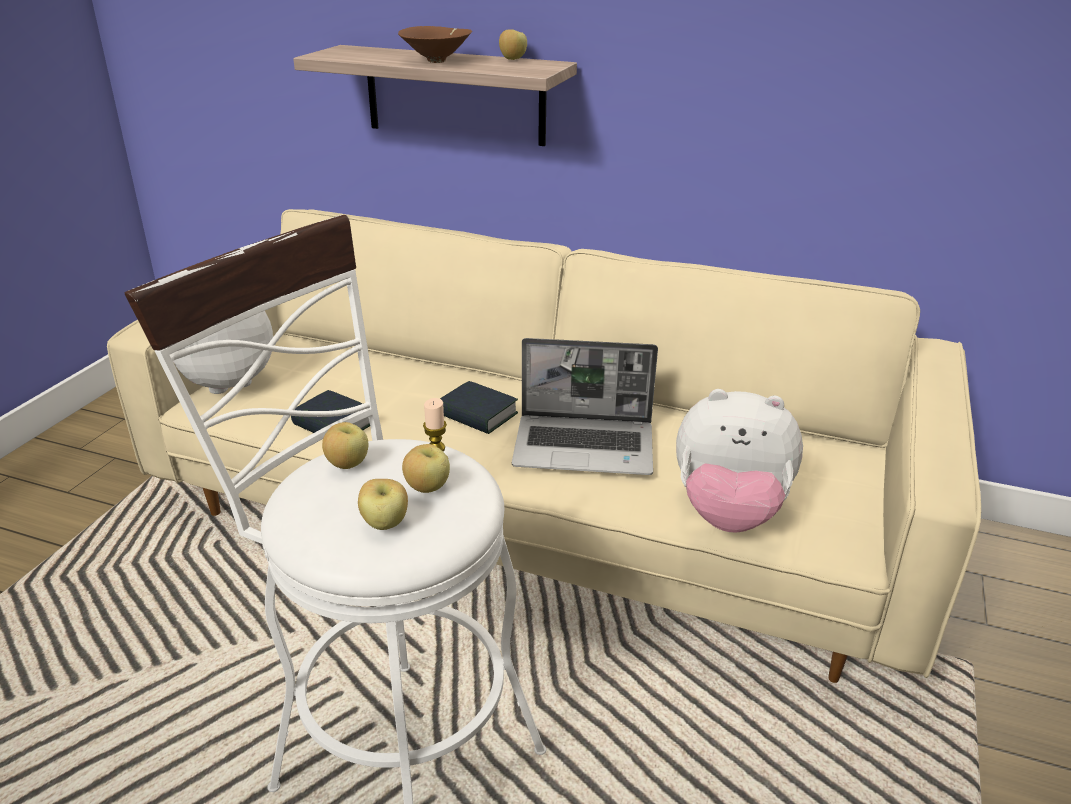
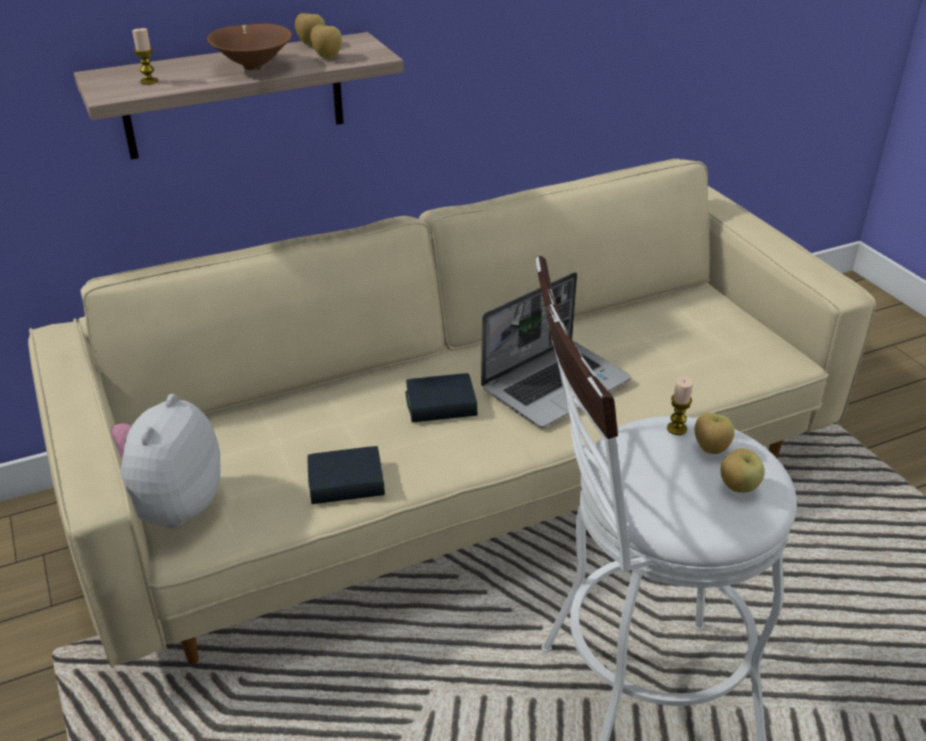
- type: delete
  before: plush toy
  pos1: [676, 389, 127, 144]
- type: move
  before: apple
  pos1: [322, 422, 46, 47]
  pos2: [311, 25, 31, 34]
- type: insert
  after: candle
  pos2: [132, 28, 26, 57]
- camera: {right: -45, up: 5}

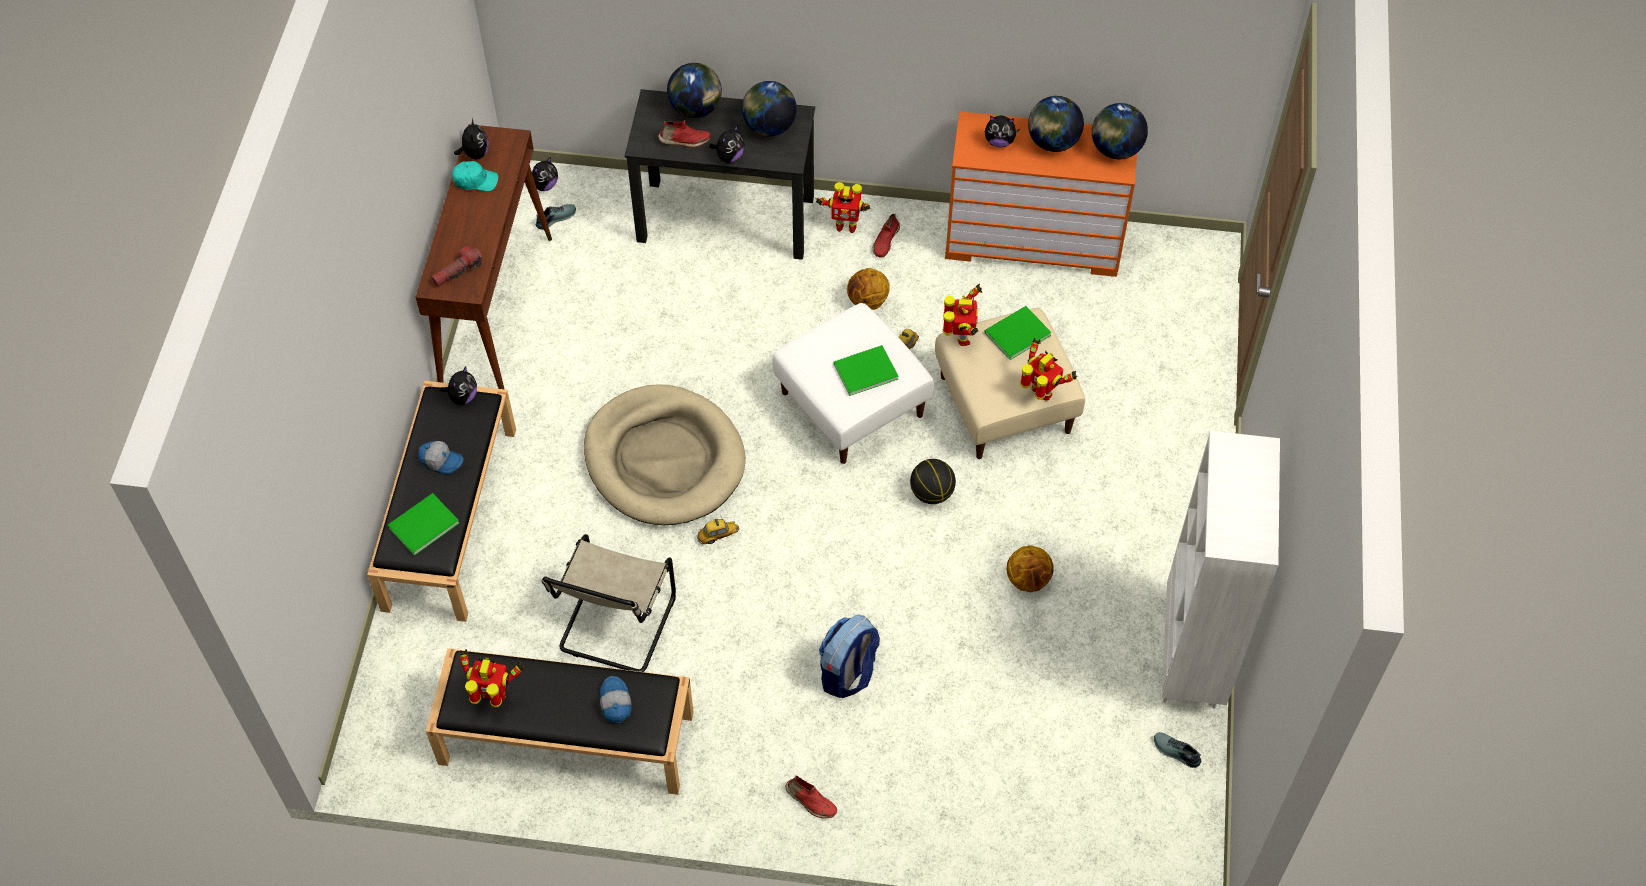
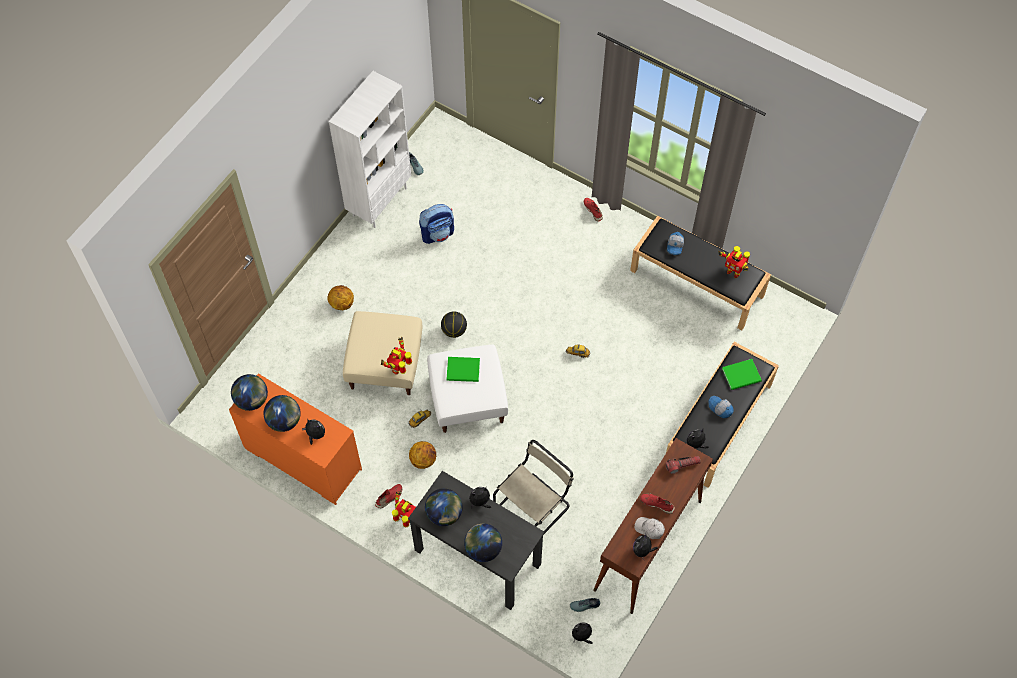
- type: move
  before: shoe/red
  pos1: [658, 120, 52, 28]
  pos2: [640, 494, 35, 20]
- type: recolor
  before: cap/turquoise
  after: cap/white
  pos1: [452, 161, 46, 30]
  pos2: [634, 517, 31, 22]
- type: delete
  before: book/green
  pos1: [984, 306, 68, 54]
- type: delete
  before: toy robot
  pos1: [1020, 338, 57, 62]
- type: delete
  before: dog bed/beige
  pos1: [584, 384, 162, 141]
- type: move
  before: chair/beige
  pos1: [542, 534, 134, 138]
  pos2: [493, 440, 81, 95]
- type: move
  before: basketball
  pos1: [1007, 545, 47, 47]
  pos2: [327, 285, 27, 25]
- type: move
  before: backpack
  pos1: [819, 615, 61, 83]
  pos2: [419, 204, 35, 40]
- camera: {right: -155, up: 5}

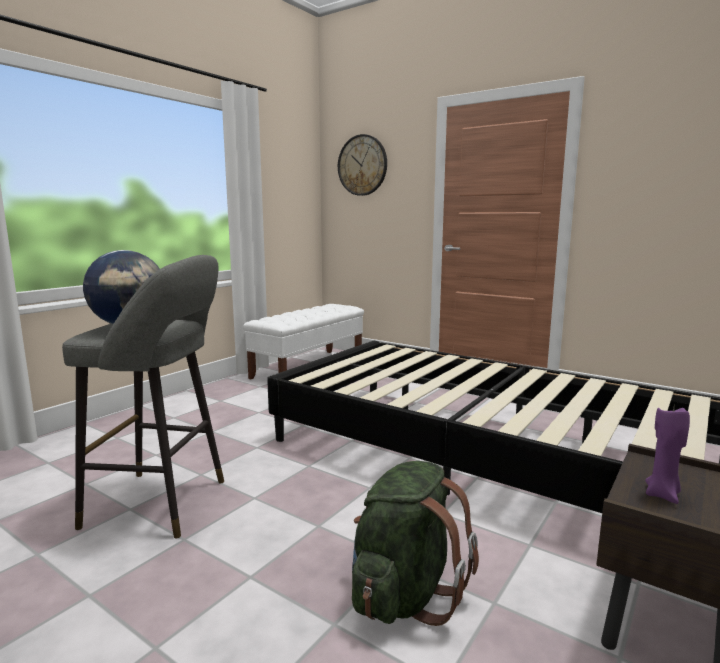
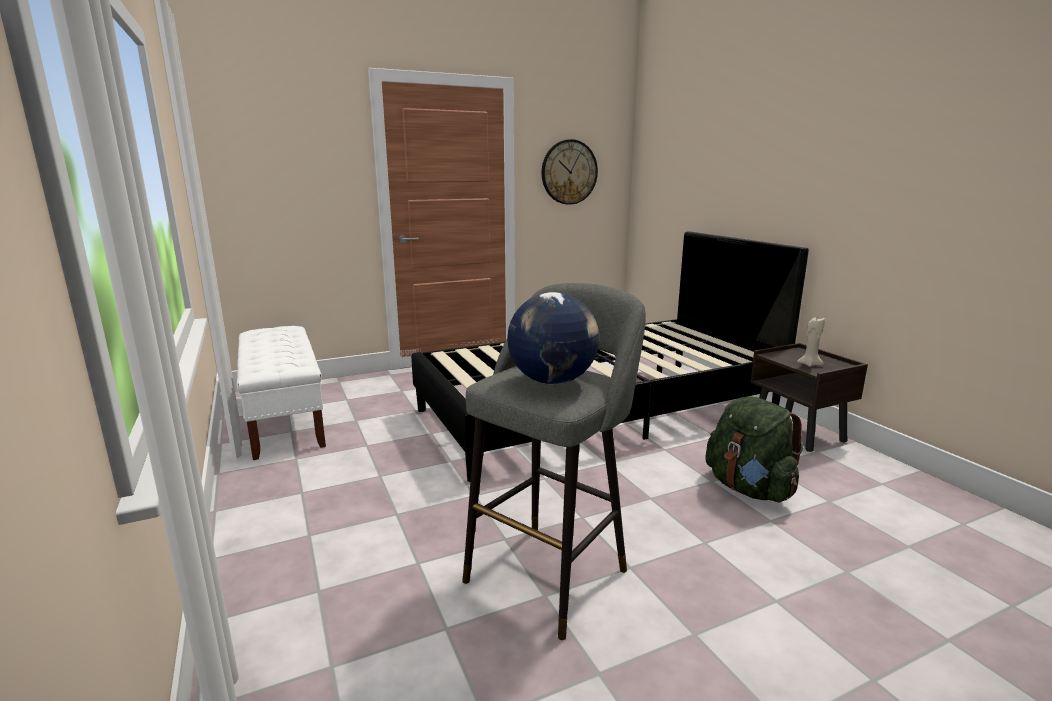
- type: move
  before: wall clock
  pos1: [338, 134, 49, 62]
  pos2: [542, 139, 56, 66]
- type: recolor
  before: candle/purple
  after: candle/beige
  pos1: [645, 403, 45, 101]
  pos2: [797, 318, 28, 49]
- camera: {right: -60, up: 5}

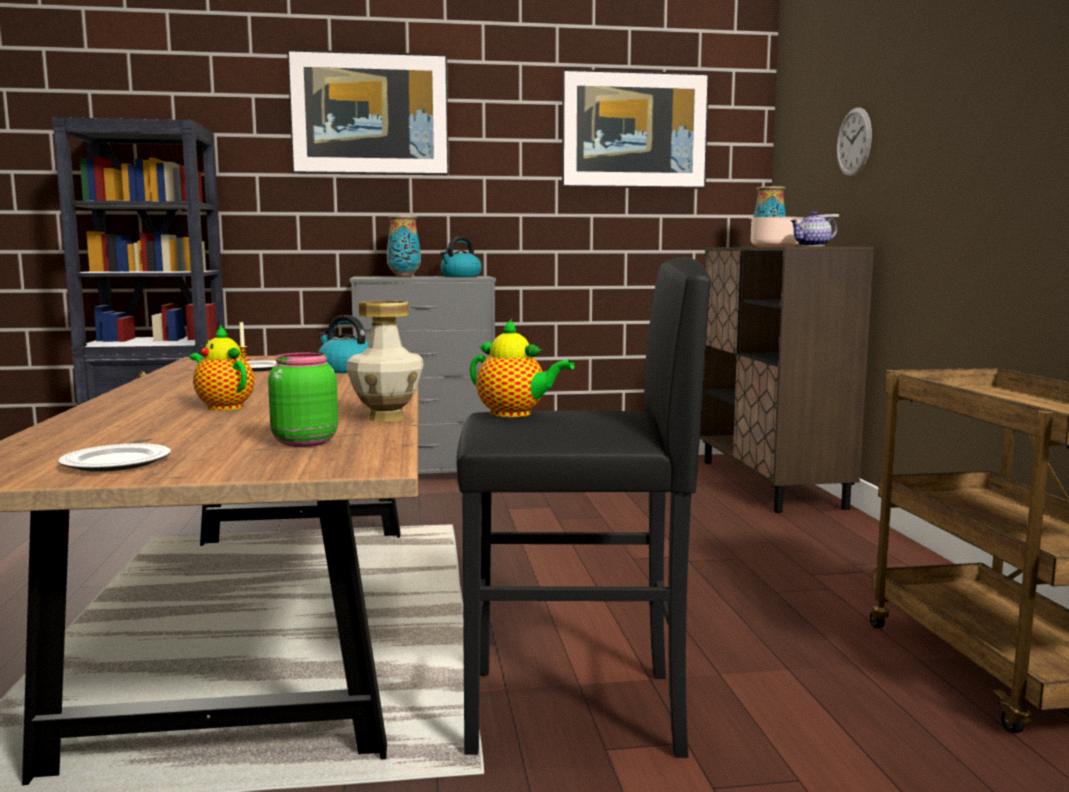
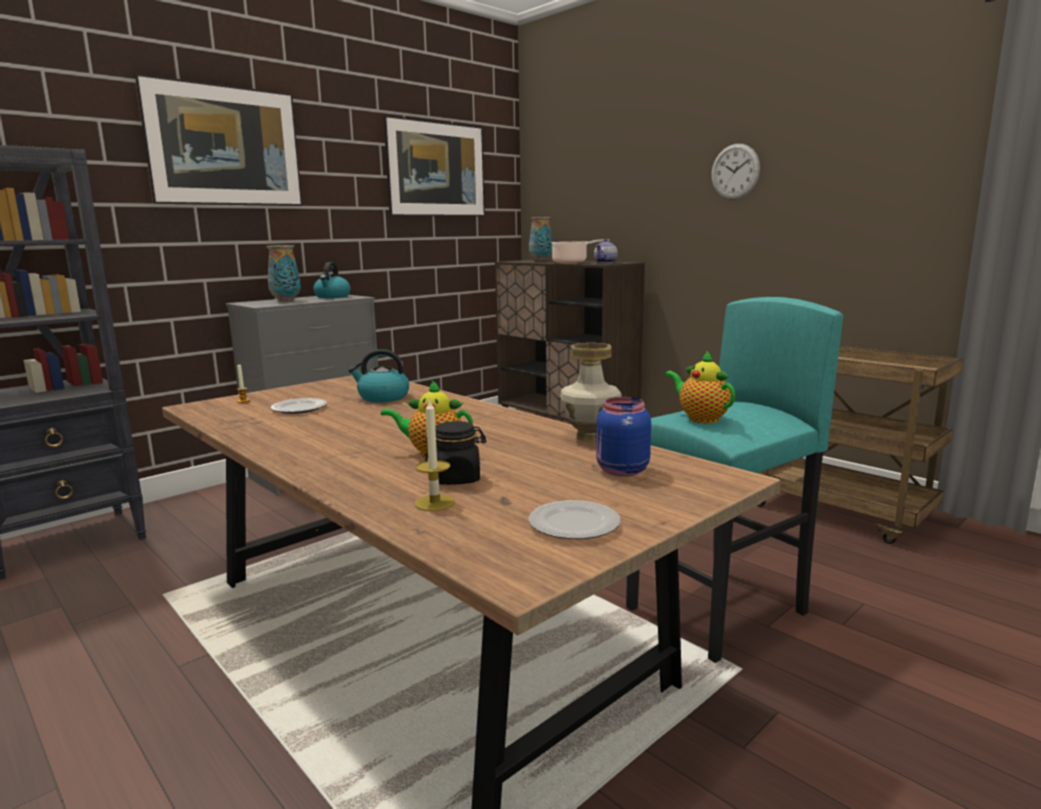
- type: move
  before: wall clock
  pos1: [837, 107, 35, 70]
  pos2: [711, 144, 49, 56]
- type: recolor
  before: stool/black
  after: stool/turquoise
  pos1: [456, 257, 254, 501]
  pos2: [626, 297, 217, 366]
- type: rotate
  before: teapot
  pos1: [470, 319, 105, 98]
  pos2: [665, 351, 70, 72]
  turn: -120
- type: recolor
  before: jar/green
  after: jar/blue
  pos1: [268, 352, 70, 95]
  pos2: [596, 397, 55, 80]
- type: insert
  after: candle
  pos2: [415, 398, 40, 113]
- type: insert
  after: jar/black
  pos2: [425, 421, 61, 64]
- camera: {right: -35, up: 5}

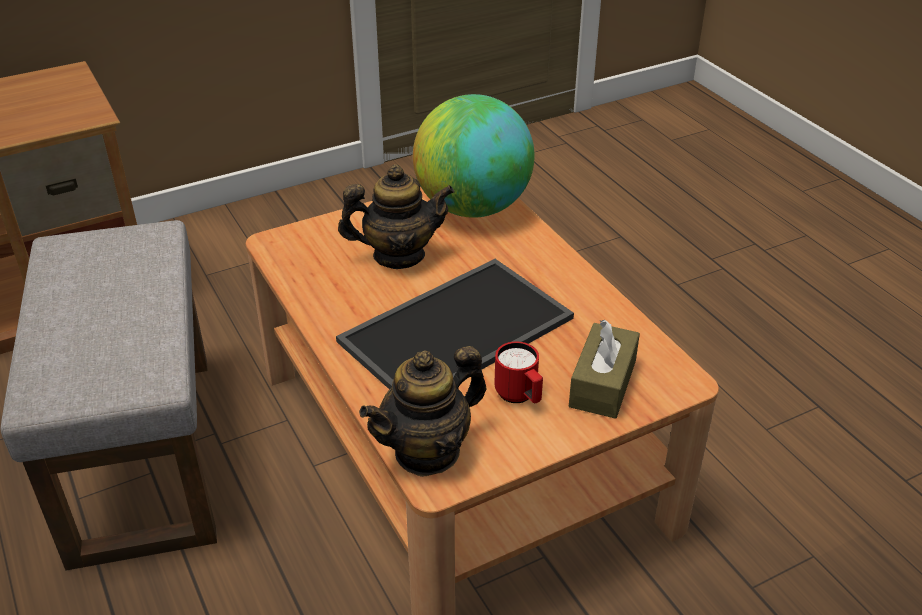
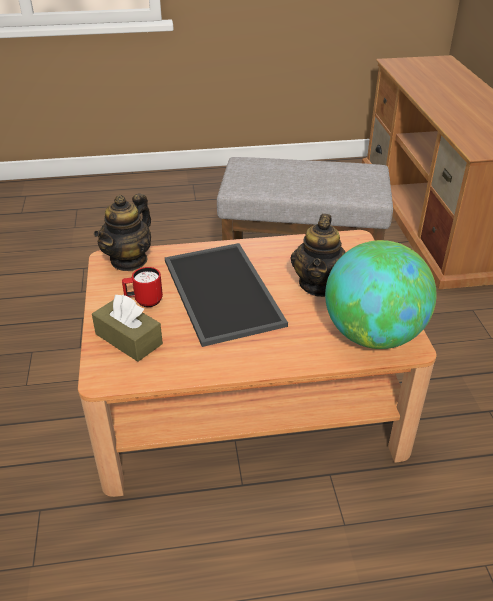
- type: rotate
  before: teapot
  pos1: [359, 346, 127, 131]
  pos2: [94, 193, 57, 78]
  turn: -135
- camera: {right: 110, up: 0}

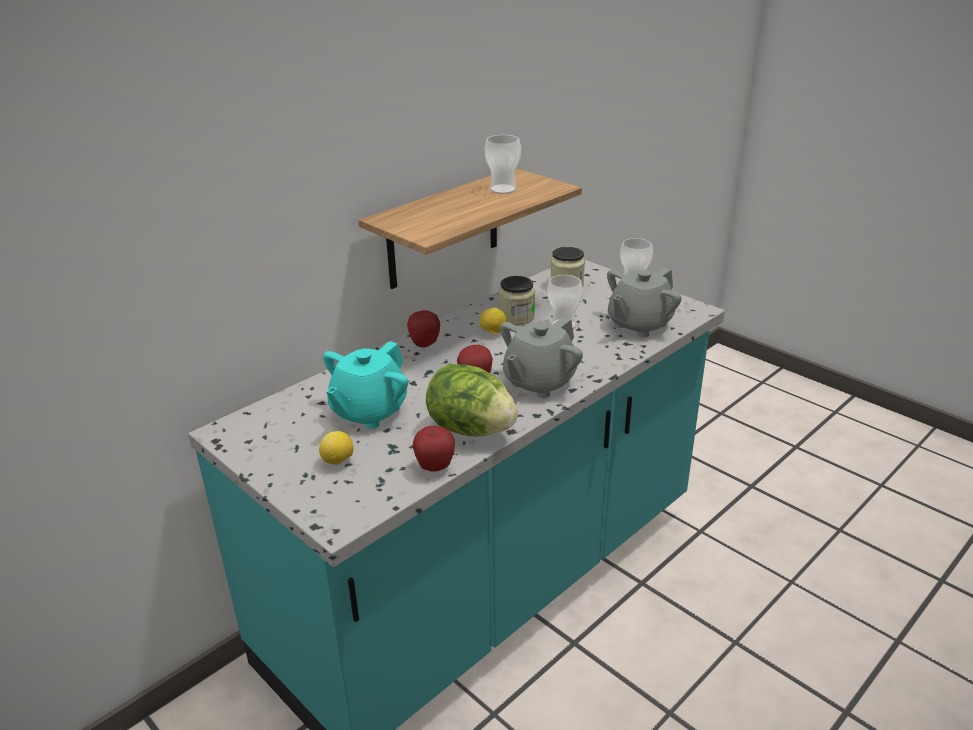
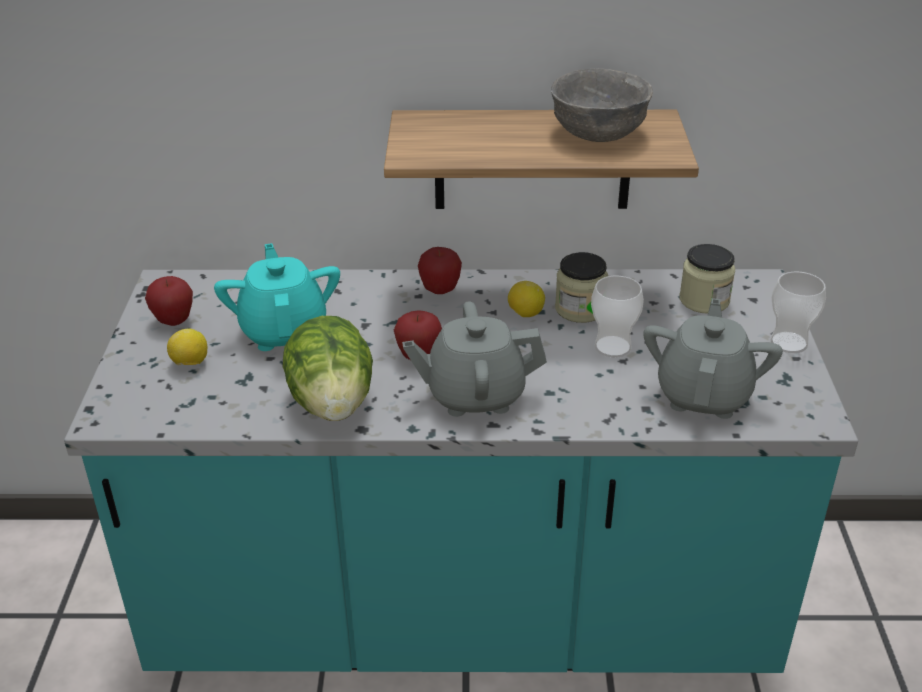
- type: replace
  before: cup
  after: bowl/grey
  pos1: [485, 135, 36, 59]
  pos2: [551, 69, 102, 73]
- type: rotate
  before: teapot/grey
  pos1: [607, 267, 75, 70]
  pos2: [643, 298, 140, 121]
  turn: 105
- type: rotate
  before: teapot/turquoise
  pos1: [323, 341, 85, 88]
  pos2: [214, 243, 126, 108]
  turn: 90
- type: move
  before: apple
  pos1: [413, 426, 42, 46]
  pos2: [145, 276, 48, 50]
- camera: {right: 45, up: 5}

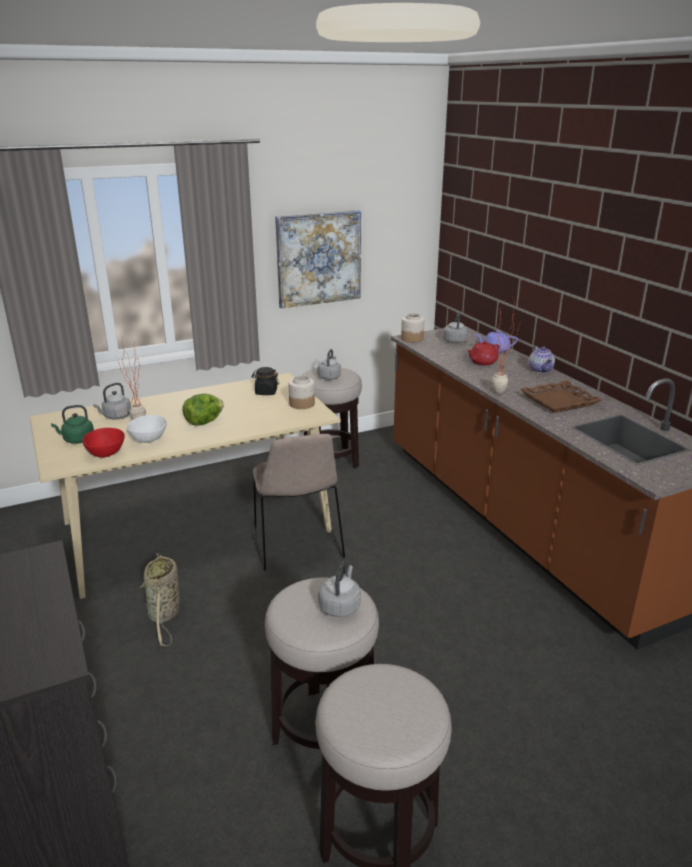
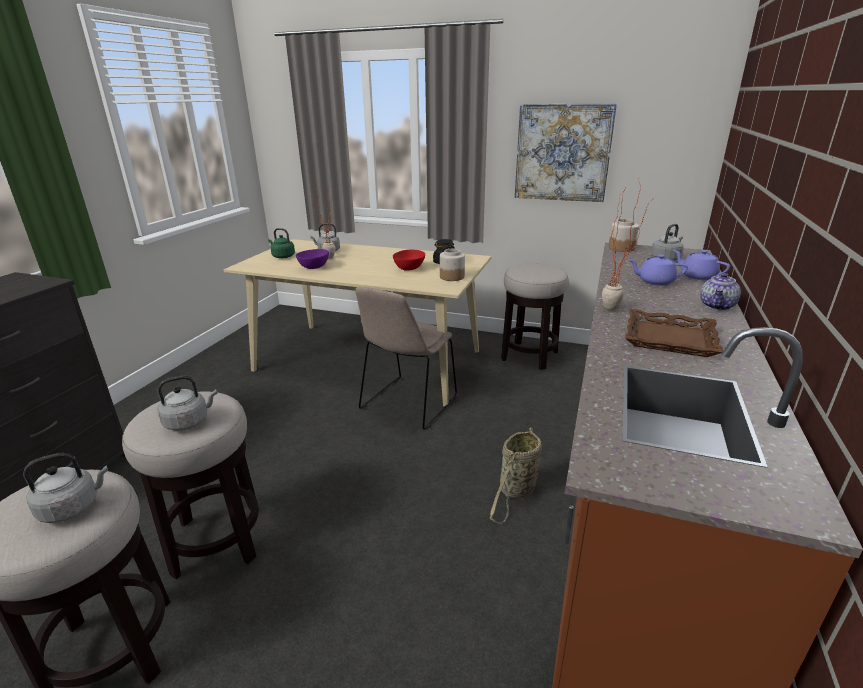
- type: recolor
  before: teapot/red
  after: teapot/purple
  pos1: [467, 341, 33, 25]
  pos2: [629, 254, 59, 32]
- type: move
  before: kettle/grey
  pos1: [317, 349, 24, 31]
  pos2: [23, 453, 85, 70]
- type: delete
  before: lettuce
  pos1: [182, 394, 42, 32]
- type: recolor
  before: bowl/white
  after: bowl/purple
  pos1: [126, 415, 41, 28]
  pos2: [296, 249, 33, 20]
- type: move
  before: bowl/red
  pos1: [82, 428, 43, 30]
  pos2: [393, 250, 32, 21]
- type: move
  before: basket
  pos1: [141, 553, 39, 93]
  pos2: [490, 427, 52, 96]
- camera: {right: 45, up: 0}

